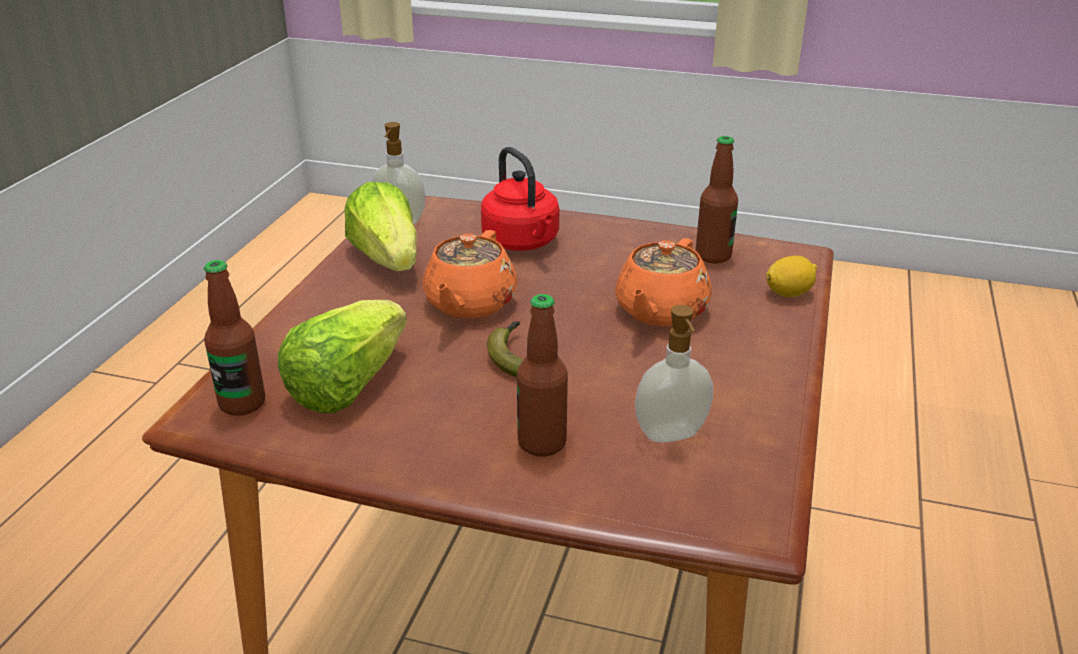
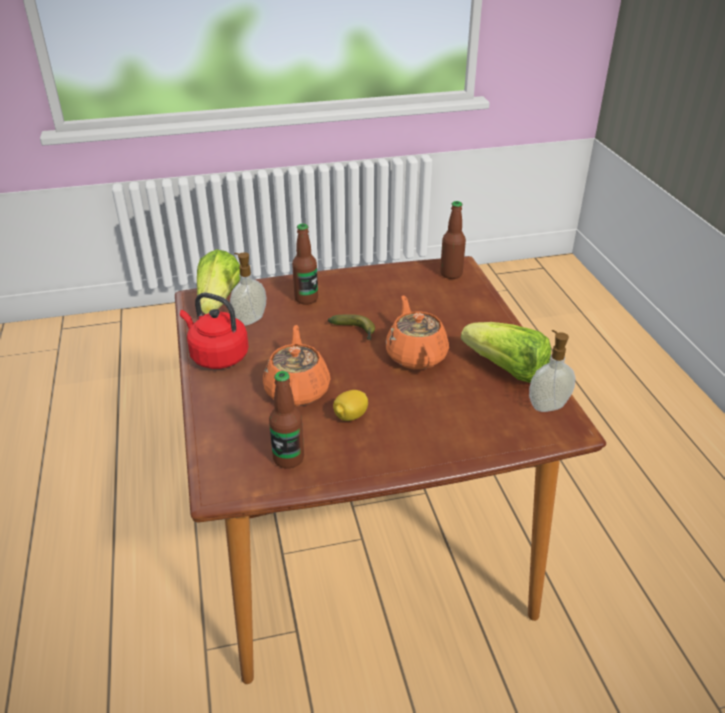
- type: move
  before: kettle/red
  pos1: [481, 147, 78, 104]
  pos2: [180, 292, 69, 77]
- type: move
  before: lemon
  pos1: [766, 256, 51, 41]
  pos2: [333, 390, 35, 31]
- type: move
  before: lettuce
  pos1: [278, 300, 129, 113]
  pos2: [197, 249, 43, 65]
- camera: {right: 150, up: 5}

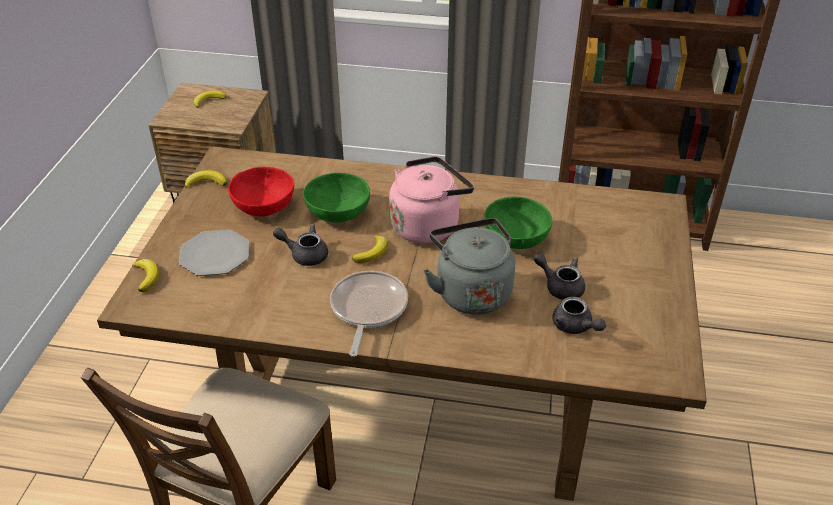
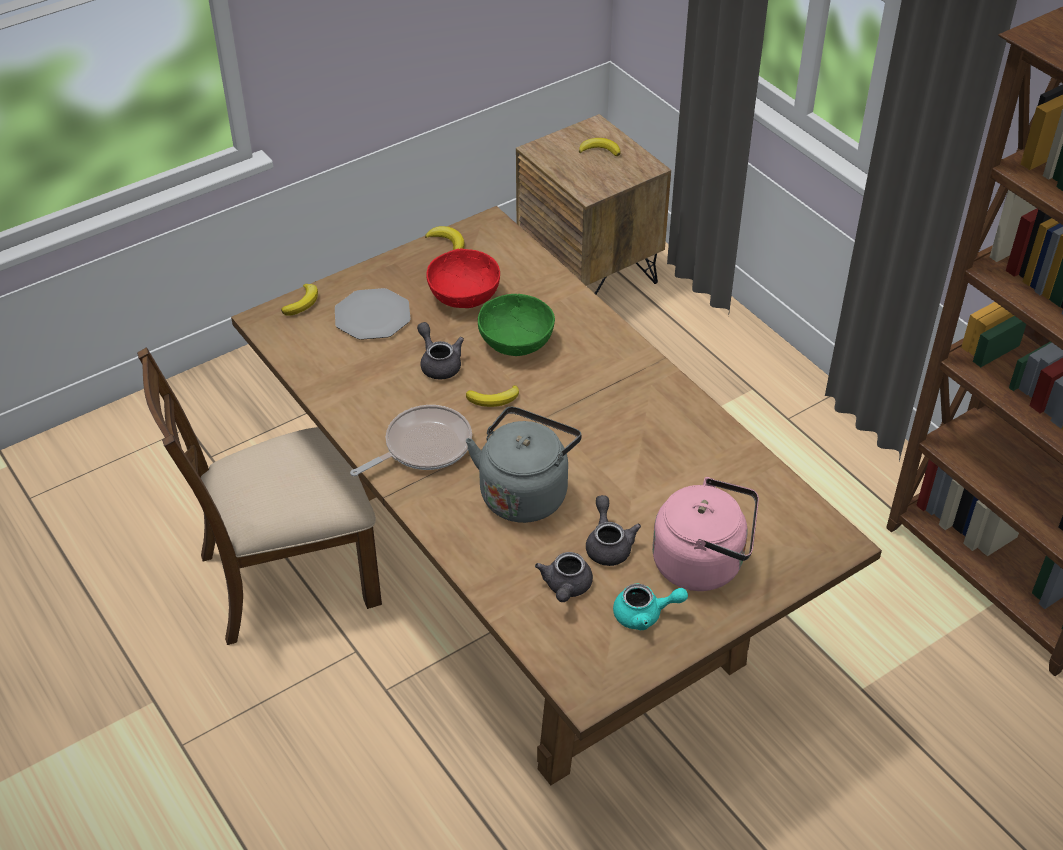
- type: move
  before: kettle/pink
  pos1: [389, 156, 85, 87]
  pos2: [652, 477, 107, 114]
- type: delete
  before: bowl/green
  pos1: [484, 196, 68, 53]
- type: insert
  after: teapot/turquoise
  pos2: [613, 584, 75, 46]
- camera: {right: 45, up: 5}

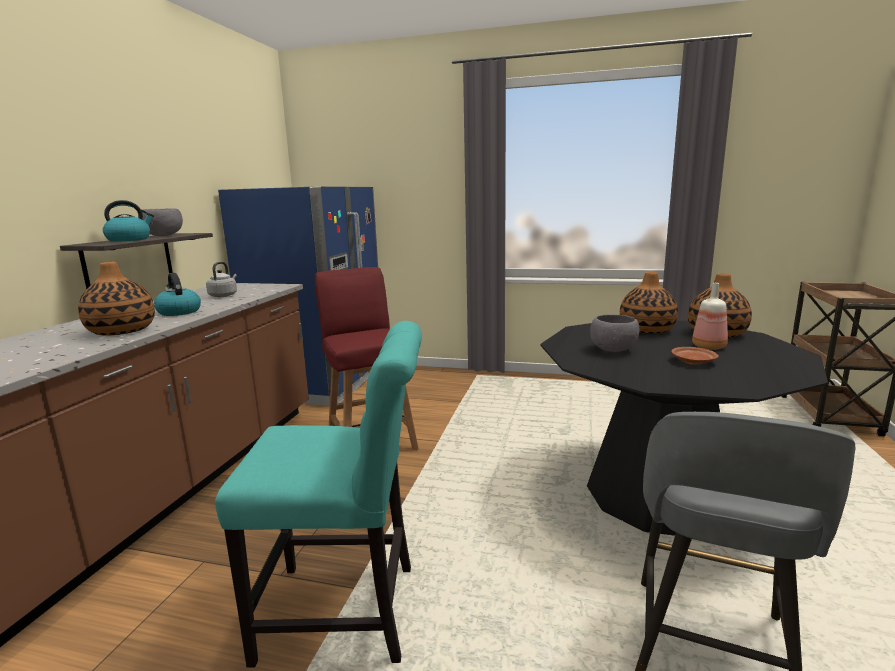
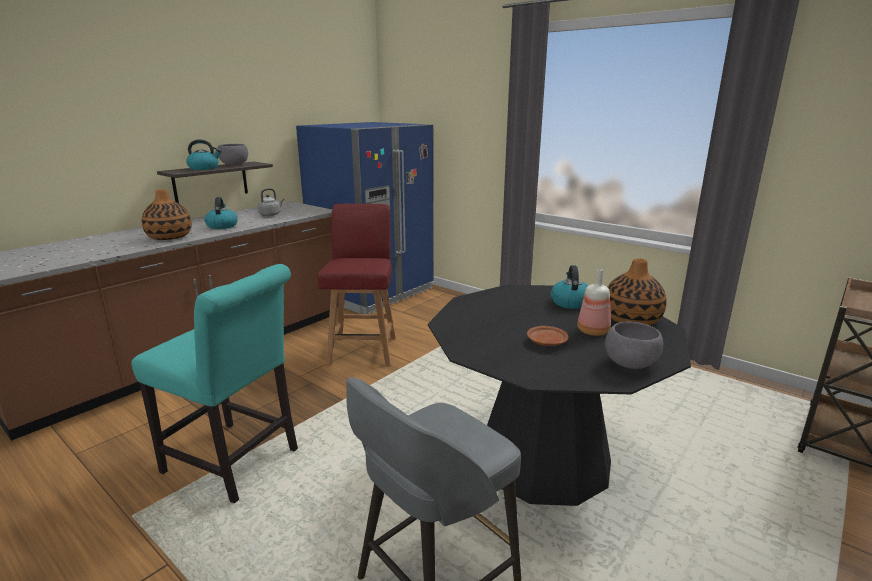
- type: replace
  before: vase
  after: kettle
  pos1: [620, 272, 58, 62]
  pos2: [551, 265, 37, 44]
- type: move
  before: bowl/grey
  pos1: [590, 314, 49, 38]
  pos2: [605, 322, 58, 47]
- camera: {right: 25, up: 5}

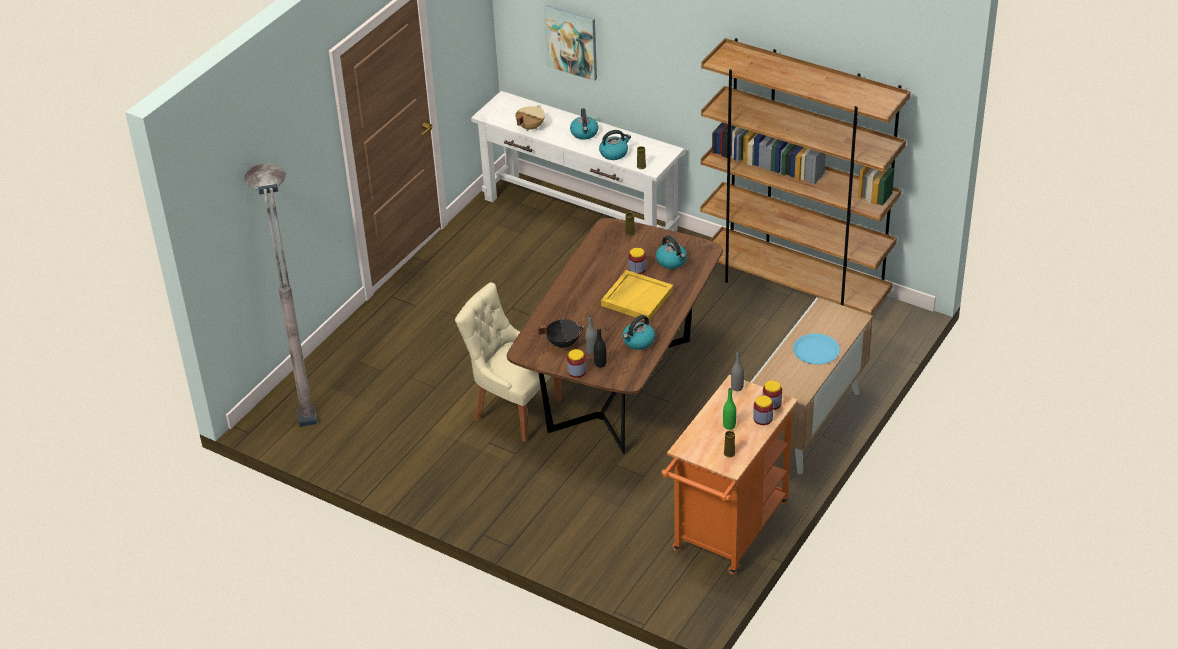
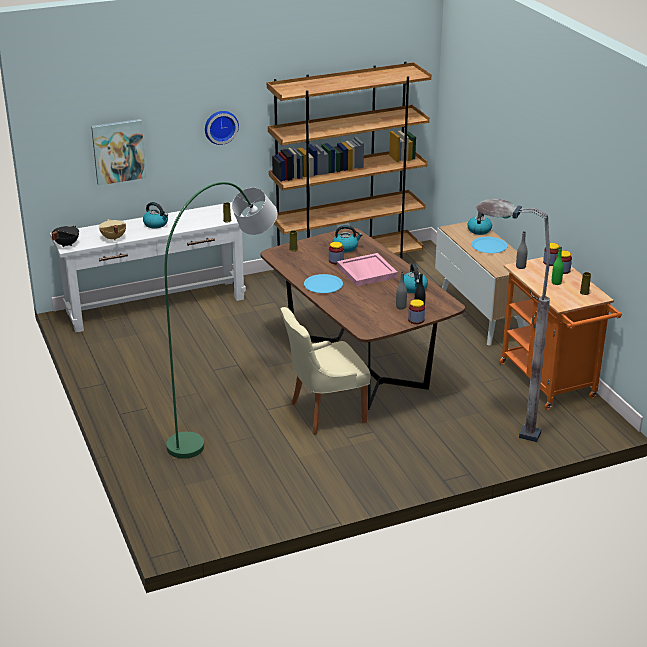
- type: move
  before: kettle
  pos1: [599, 130, 32, 30]
  pos2: [467, 212, 25, 23]
- type: move
  before: floor lamp/grey
  pos1: [245, 163, 72, 264]
  pos2: [476, 199, 74, 243]
- type: recolor
  before: tray/yellow
  after: tray/pink
  pos1: [601, 270, 72, 50]
  pos2: [337, 253, 61, 34]
- type: move
  before: cooking pot/black
  pos1: [538, 319, 46, 30]
  pos2: [51, 225, 28, 22]
- type: insert
  after: wall clock
  pos2: [205, 111, 34, 34]
- type: insert
  after: floor lamp/green
  pos2: [165, 182, 113, 277]
- type: insert
  after: plate/blue
  pos2: [304, 274, 39, 19]
- camera: {right: -55, up: -10}

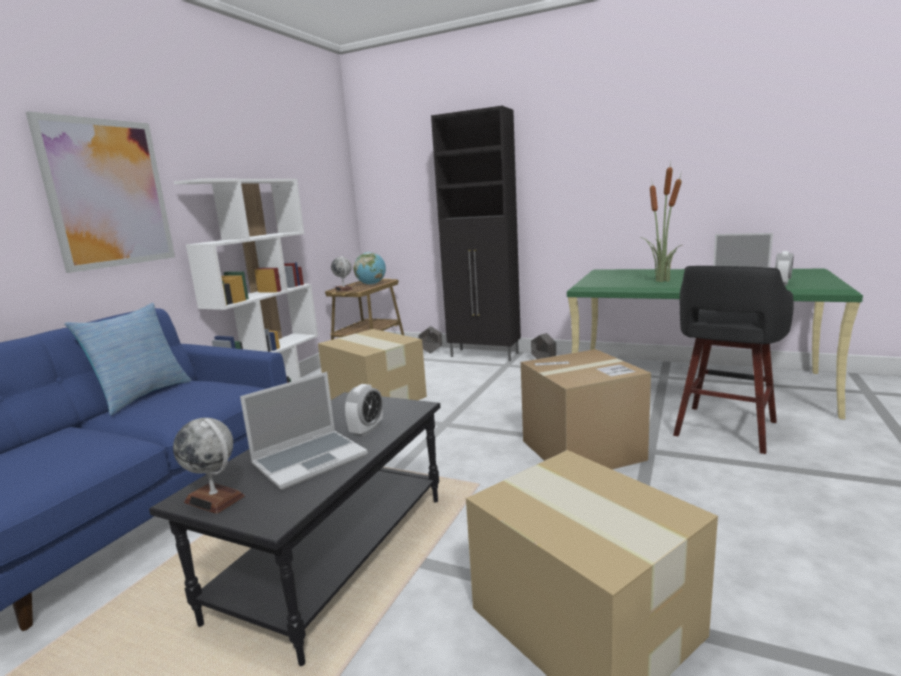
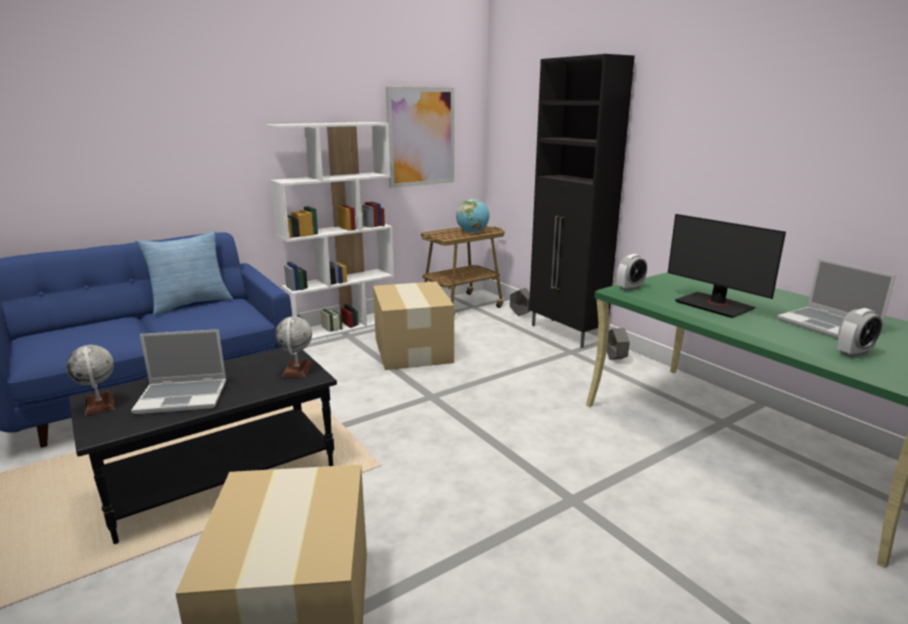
- type: move
  before: picture
  pos1: [26, 111, 149, 162]
  pos2: [386, 87, 68, 101]
- type: replace
  before: potted plant
  after: monitor
  pos1: [641, 162, 41, 120]
  pos2: [668, 214, 118, 104]
- type: move
  before: globe
  pos1: [331, 256, 22, 35]
  pos2: [275, 316, 37, 62]
- type: delete
  before: stool/black
  pos1: [673, 266, 121, 188]
- type: delete
  before: cardboard box
  pos1: [521, 349, 130, 120]
- type: move
  before: alarm clock
  pos1: [345, 384, 38, 53]
  pos2: [617, 254, 30, 37]
- camera: {right: 30, up: 5}

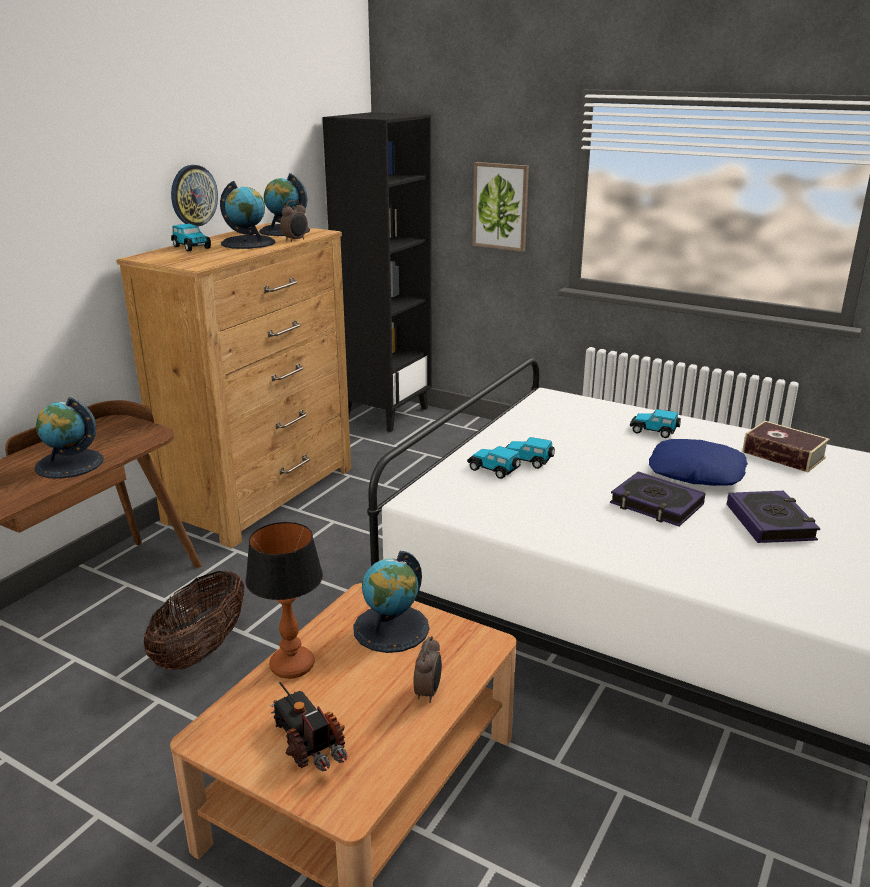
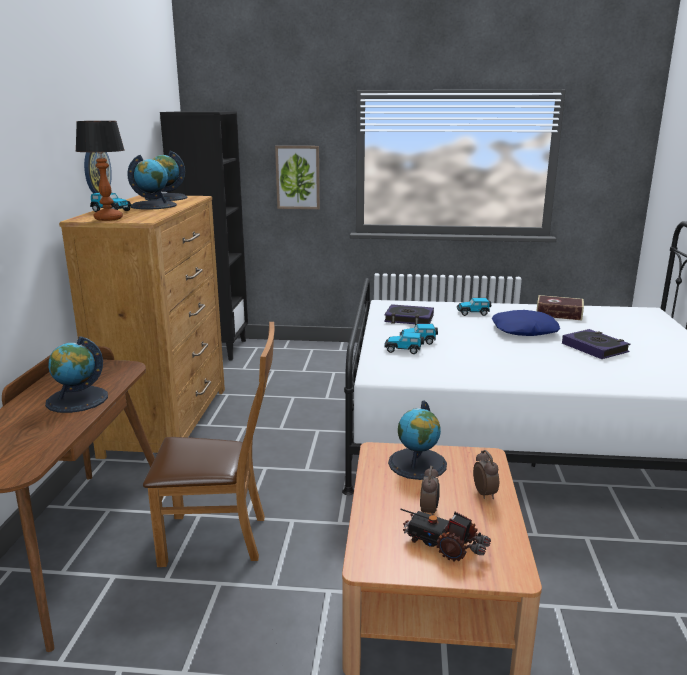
- type: move
  before: alarm clock
  pos1: [280, 200, 28, 42]
  pos2: [420, 466, 20, 49]
- type: move
  before: book
  pos1: [610, 472, 96, 54]
  pos2: [384, 304, 50, 21]
- type: move
  before: table lamp
  pos1: [245, 522, 78, 157]
  pos2: [76, 121, 48, 100]
- type: replace
  before: basket
  after: chair/brown
  pos1: [144, 570, 101, 100]
  pos2: [143, 322, 131, 245]
- camera: {right: -25, up: -5}

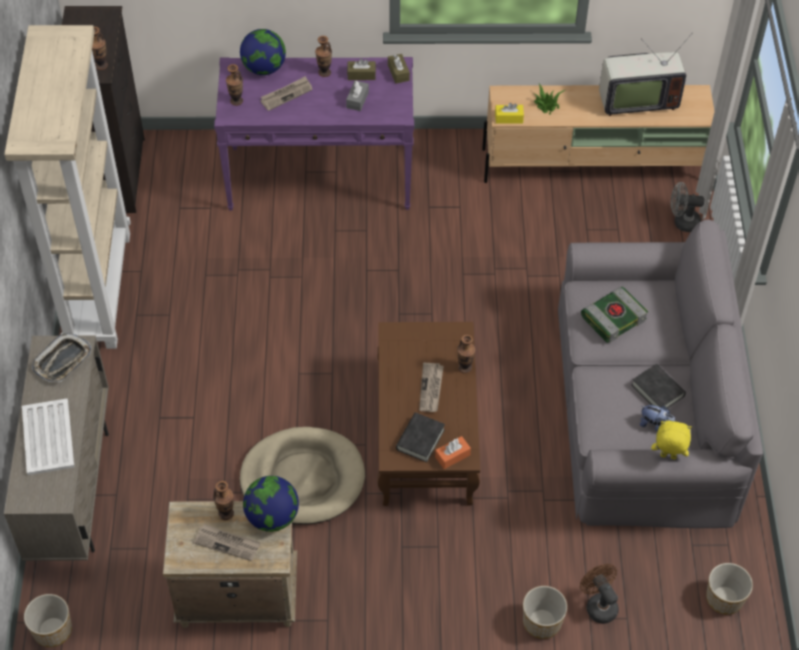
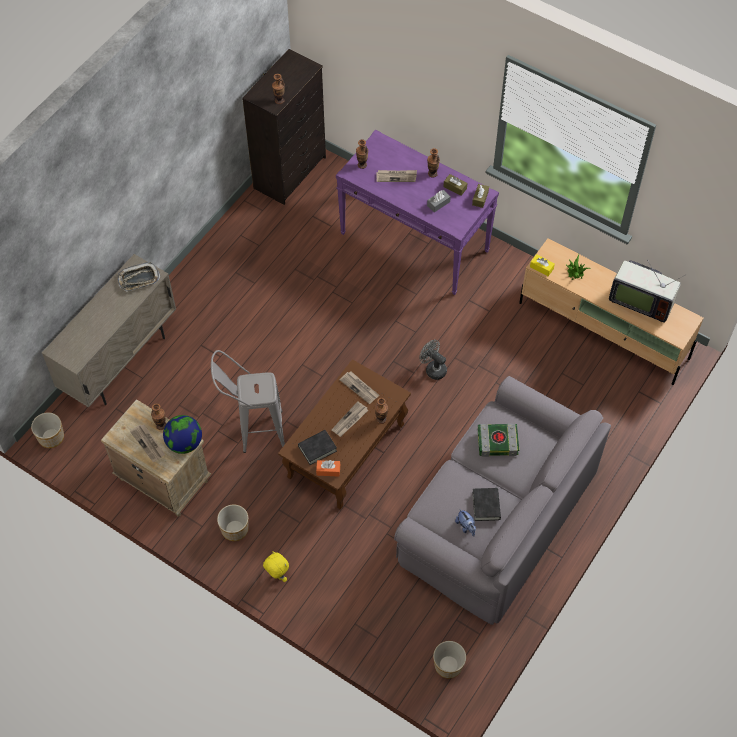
- type: delete
  before: bookcase/beige
  pos1: [4, 25, 127, 324]
- type: delete
  before: globe
  pos1: [240, 29, 46, 46]
- type: move
  before: fan/grey
  pos1: [671, 182, 33, 50]
  pos2: [419, 340, 28, 40]
- type: delete
  before: tray/white
  pos1: [22, 398, 52, 77]
- type: move
  before: plush toy/yellow
  pos1: [651, 421, 41, 39]
  pos2: [263, 551, 26, 31]
- type: replace
  before: dog bed/beige
  after: stool/grey
  pos1: [240, 427, 125, 98]
  pos2: [211, 350, 74, 103]
- type: delete
  before: fan/brown
  pos1: [580, 564, 39, 60]
- type: move
  before: planter
  pos1: [523, 586, 44, 53]
  pos2: [217, 505, 32, 36]
- type: insert
  after: newspaper
  pos2: [339, 371, 40, 33]
- camera: {right: 35, up: 5}

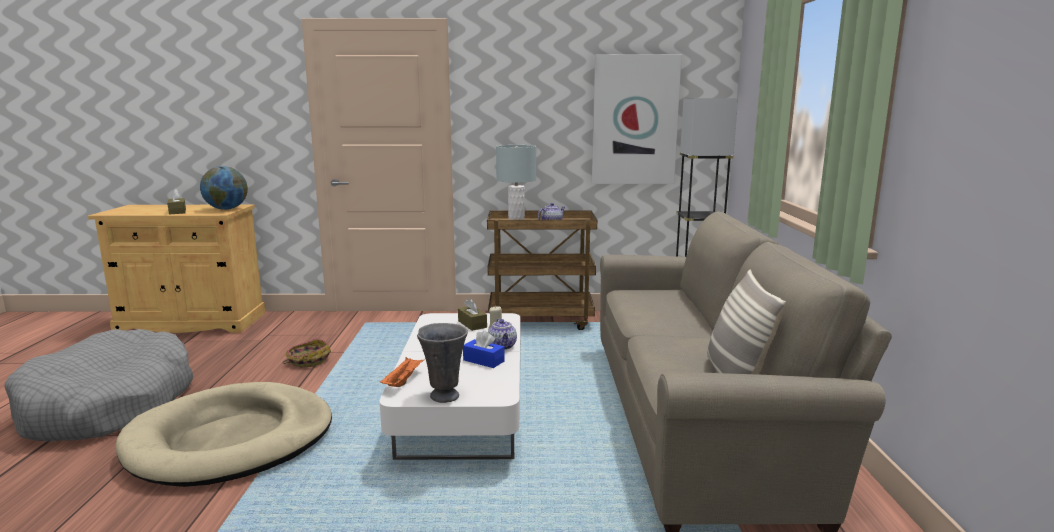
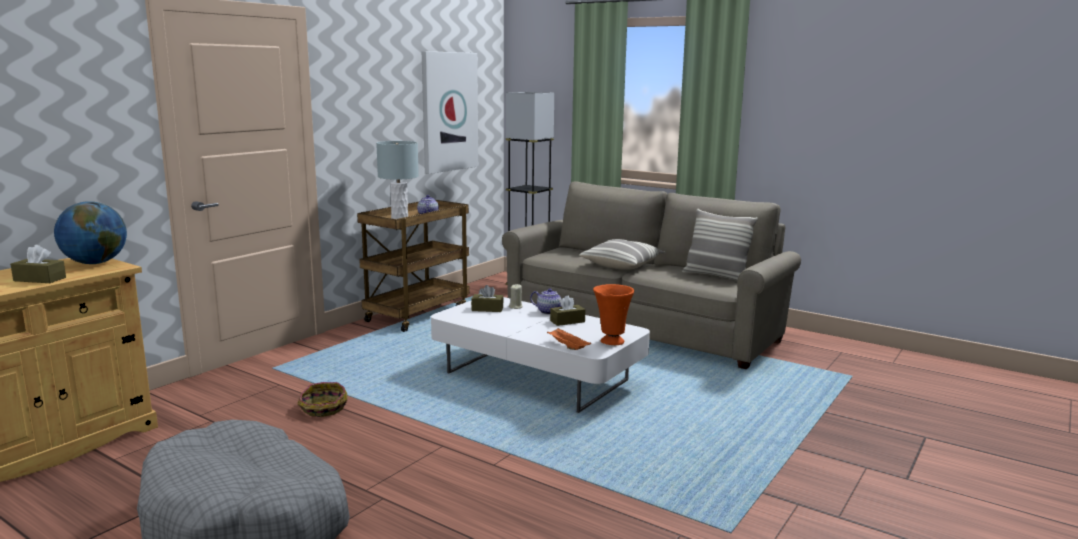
- type: recolor
  before: vase/grey
  after: vase/orange
  pos1: [417, 323, 51, 80]
  pos2: [593, 284, 41, 61]
- type: recolor
  before: tissue box/blue
  after: tissue box/brown
  pos1: [463, 330, 42, 38]
  pos2: [550, 295, 35, 31]
- type: delete
  before: dog bed/beige
  pos1: [116, 382, 216, 105]
- type: insert
  after: pillow
  pos2: [579, 239, 86, 31]
- camera: {right: -55, up: 0}

